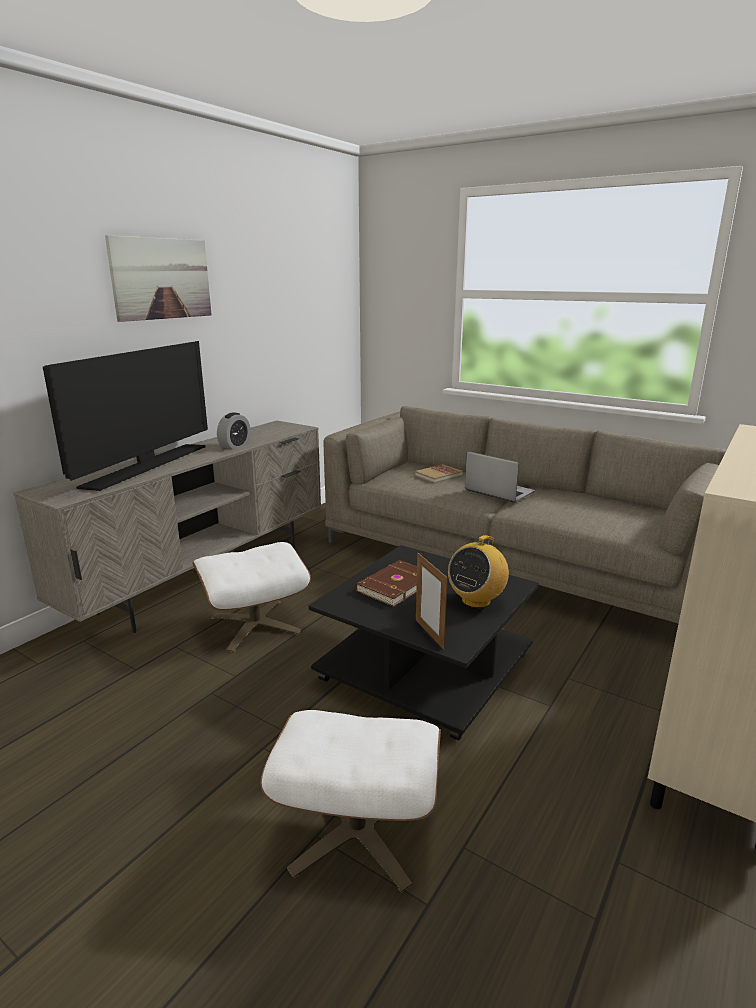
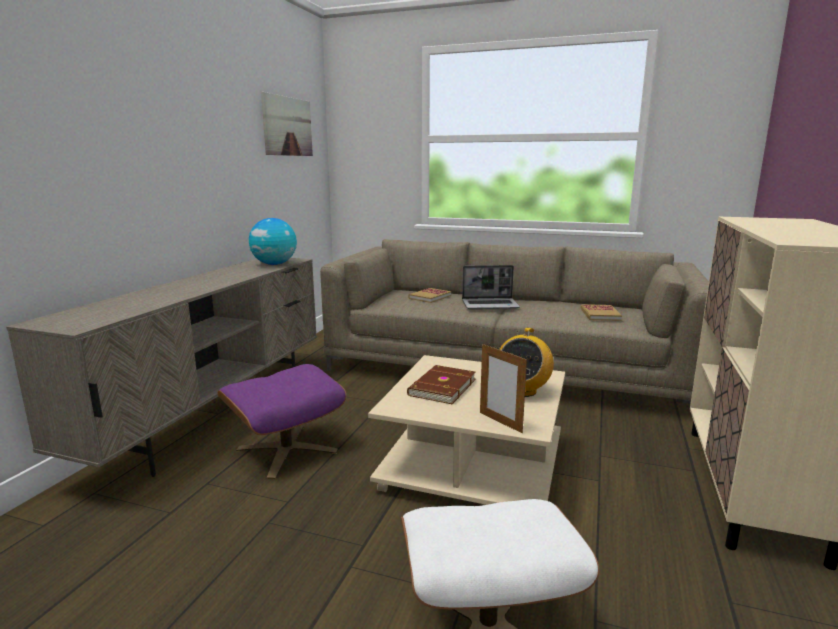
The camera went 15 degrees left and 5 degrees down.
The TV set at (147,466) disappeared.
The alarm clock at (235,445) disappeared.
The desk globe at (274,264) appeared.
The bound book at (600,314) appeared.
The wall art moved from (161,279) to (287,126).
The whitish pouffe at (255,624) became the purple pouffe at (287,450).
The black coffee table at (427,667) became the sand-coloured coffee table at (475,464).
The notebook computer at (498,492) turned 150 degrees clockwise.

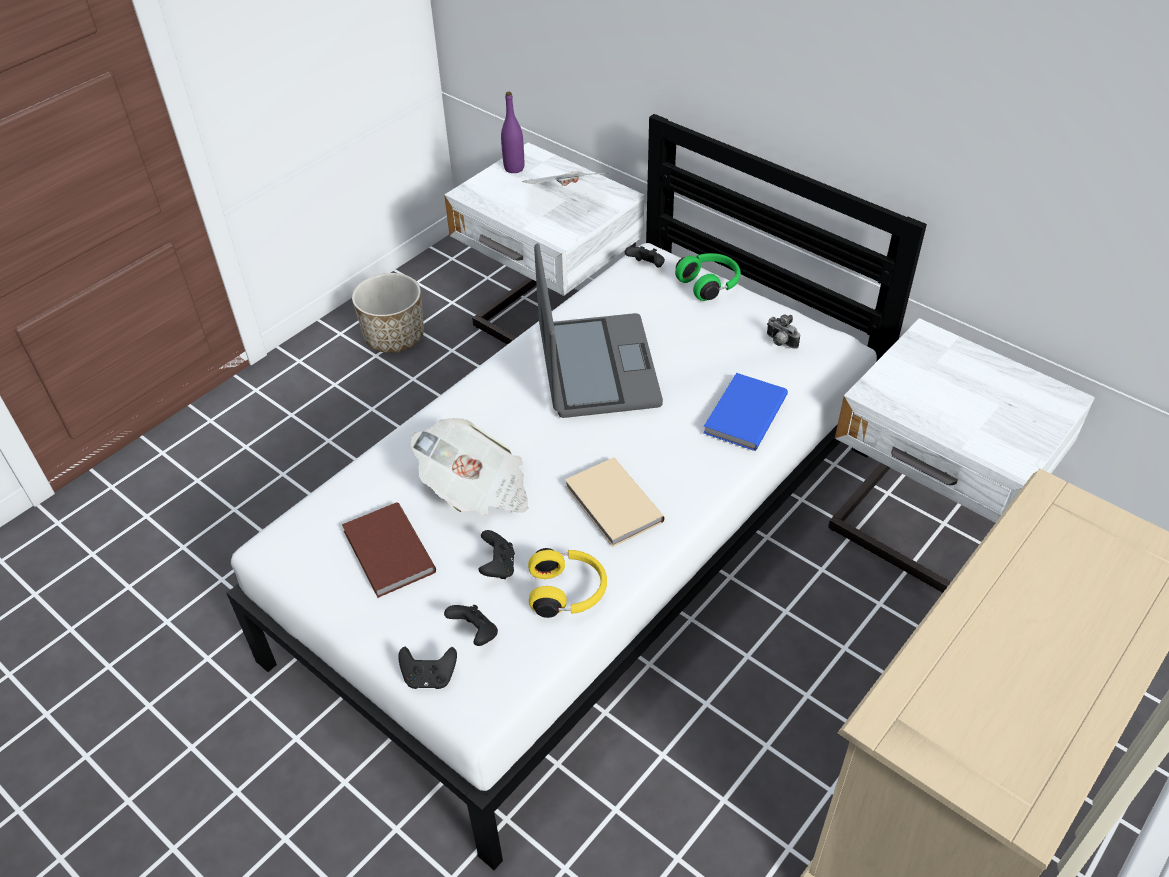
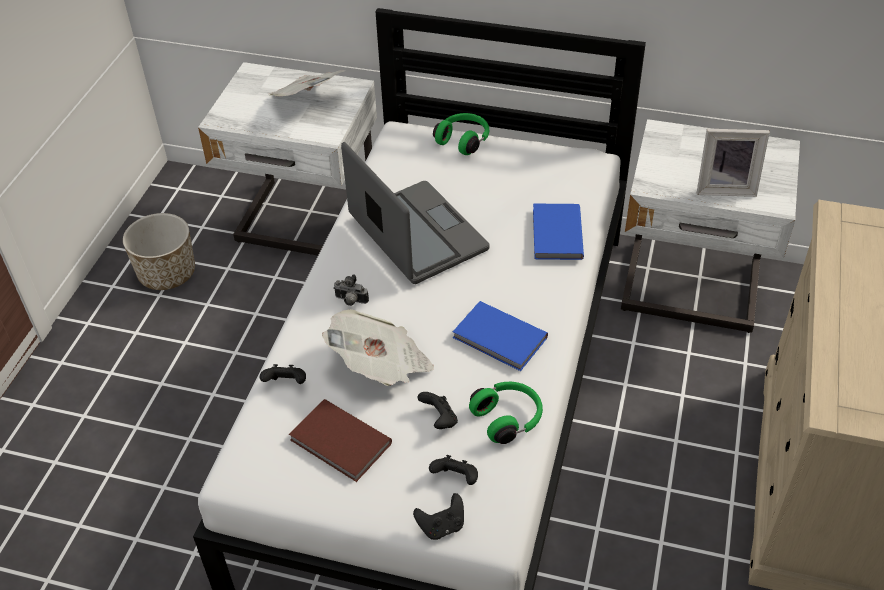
The camera went 25 degrees left and 0 degrees up.
The purple beverage bottle at (514,168) disappeared.
The picture frame at (725,187) appeared.
The black joypad moved from (646,267) to (286,384).
The still camera moved from (780,342) to (350,301).
The yellow headphones at (568,592) became the green-coloured headphones at (508,418).
The sand-coloured bound book at (612,505) became the blue-coloured bound book at (499,339).

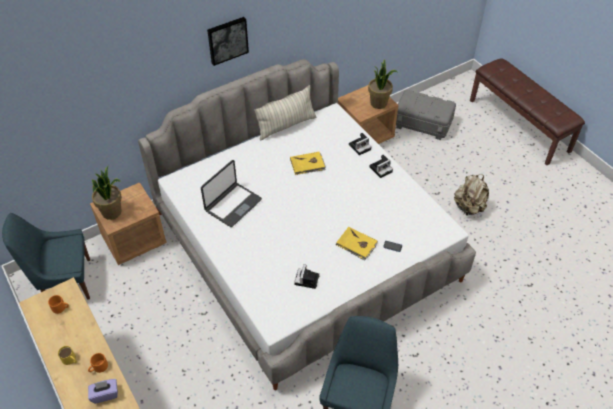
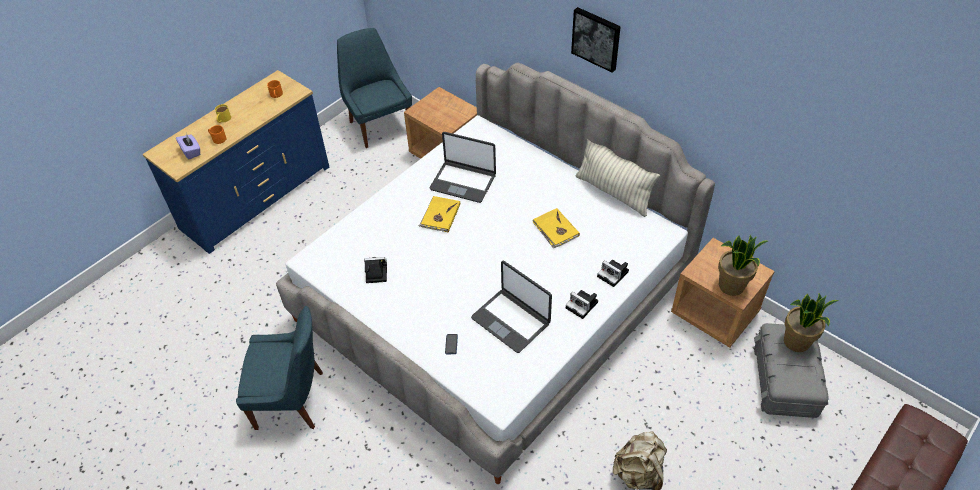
The camera went 75 degrees right and 0 degrees up.
The notebook computer at (511,320) appeared.
The potted plant moved from (112,212) to (796,342).
The yellow bound book moved from (356,244) to (440,216).

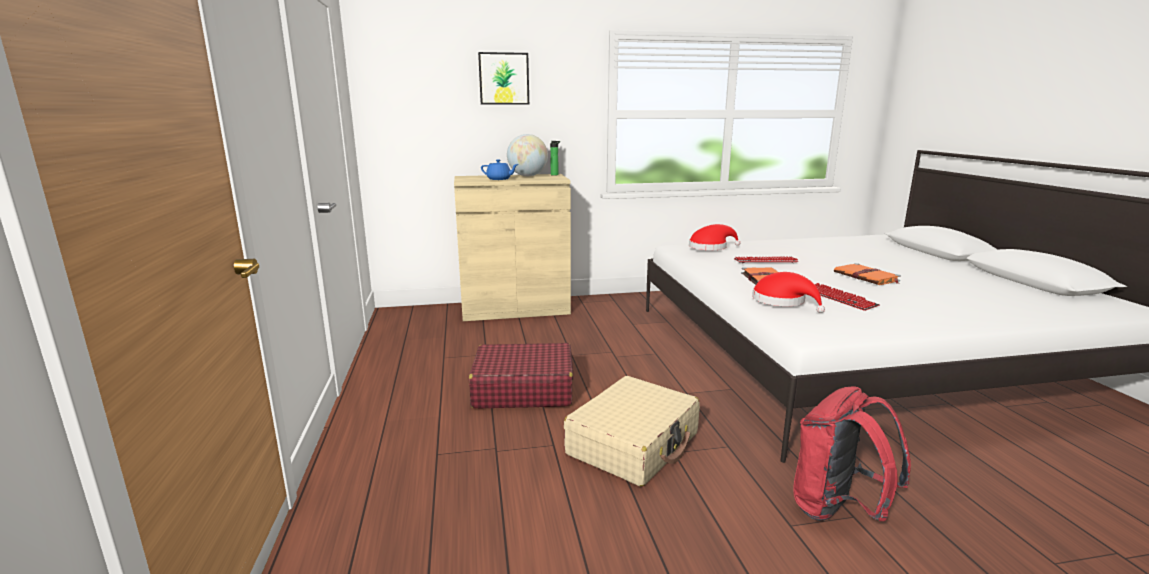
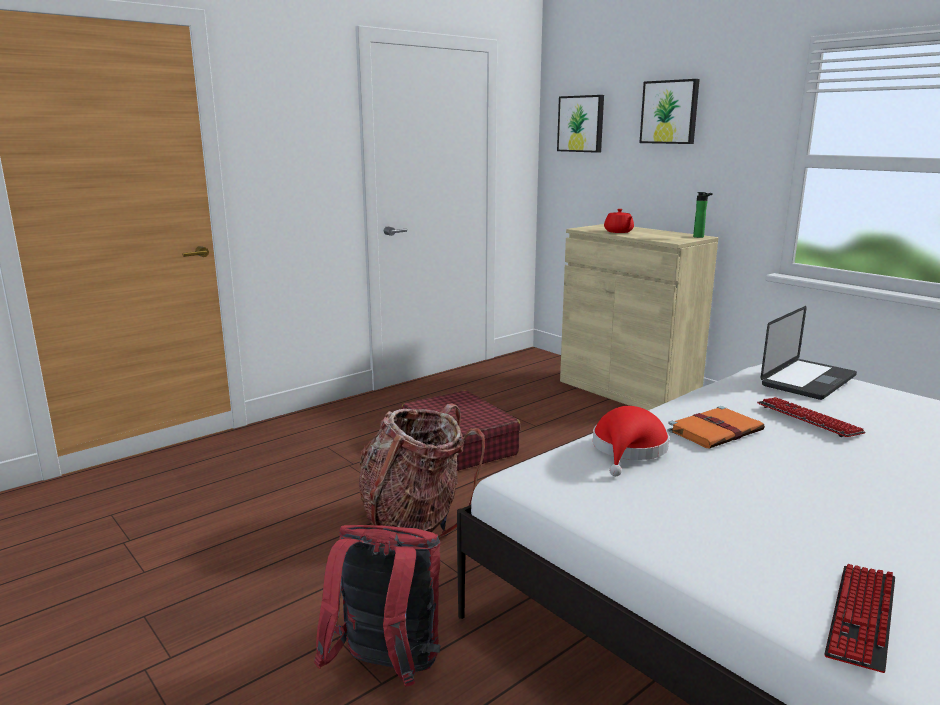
The camera went 60 degrees right and 0 degrees up.
The desk globe at (527,176) disappeared.
The orangey bound book at (867,277) disappeared.
The wall art at (581,124) appeared.
The keyboard moved from (839,298) to (861,617).
The sand-coloured suitcase at (633,444) was replaced by the knapsack at (414,520).
The red-coloured wearable hat at (710,247) was replaced by the notebook computer at (808,380).
The blue-coloured pot for tea at (499,179) became the red-coloured pot for tea at (618,232).

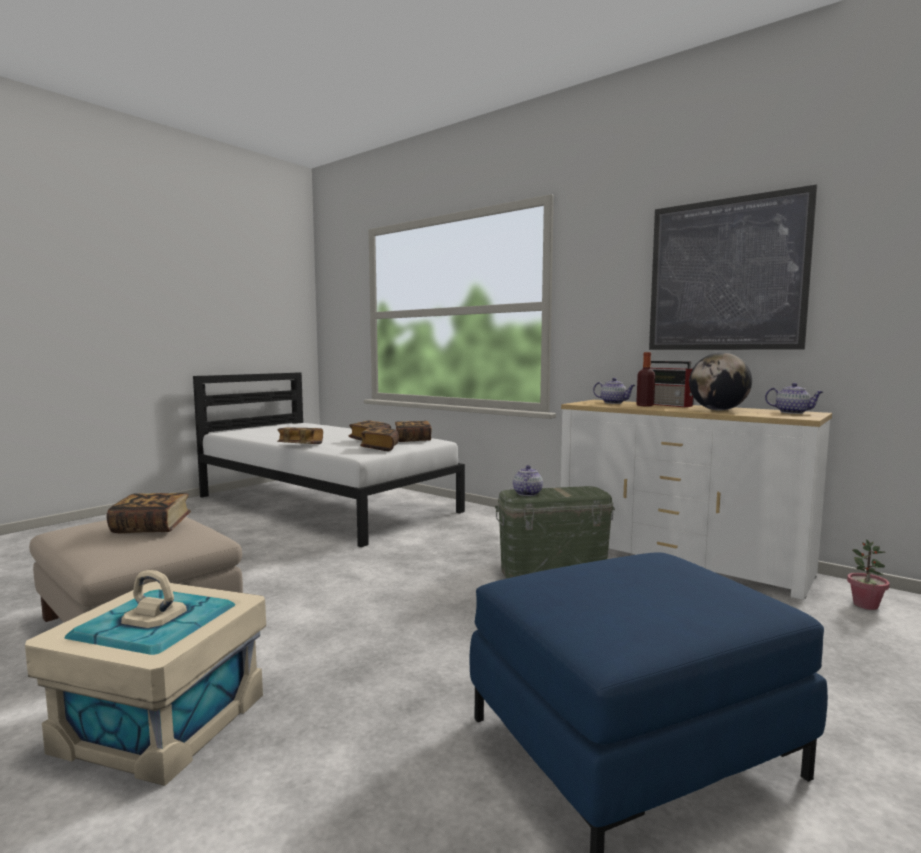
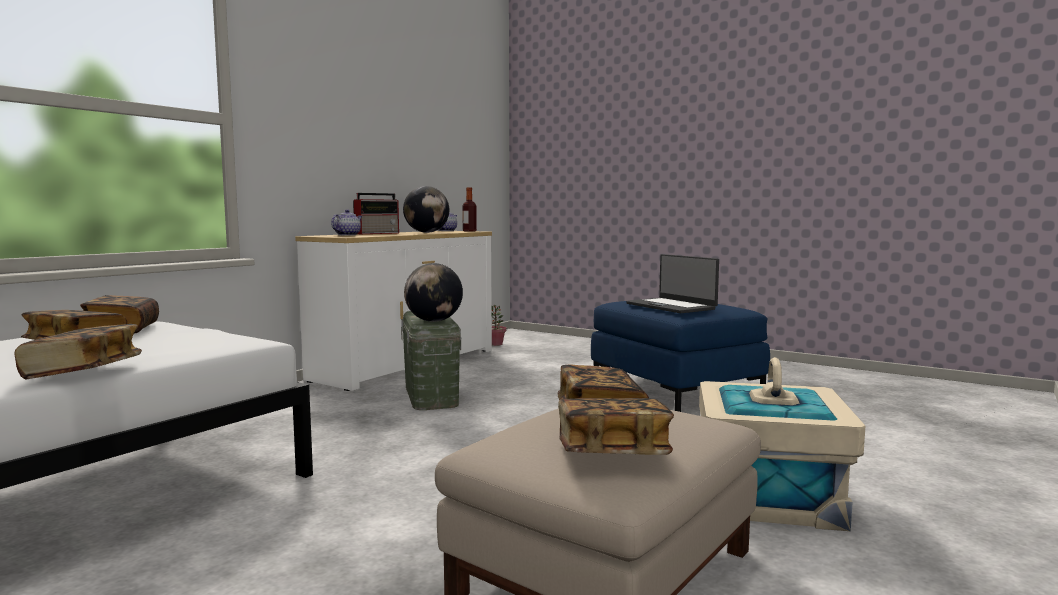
The camera went 95 degrees left and 0 degrees up.
The wall art at (725,275) disappeared.
The notebook computer at (671,306) appeared.
The bound book moved from (380,448) to (612,452).
The beverage bottle moved from (645,405) to (469,231).
The pot for tea at (527,493) was replaced by the desk globe at (434,321).

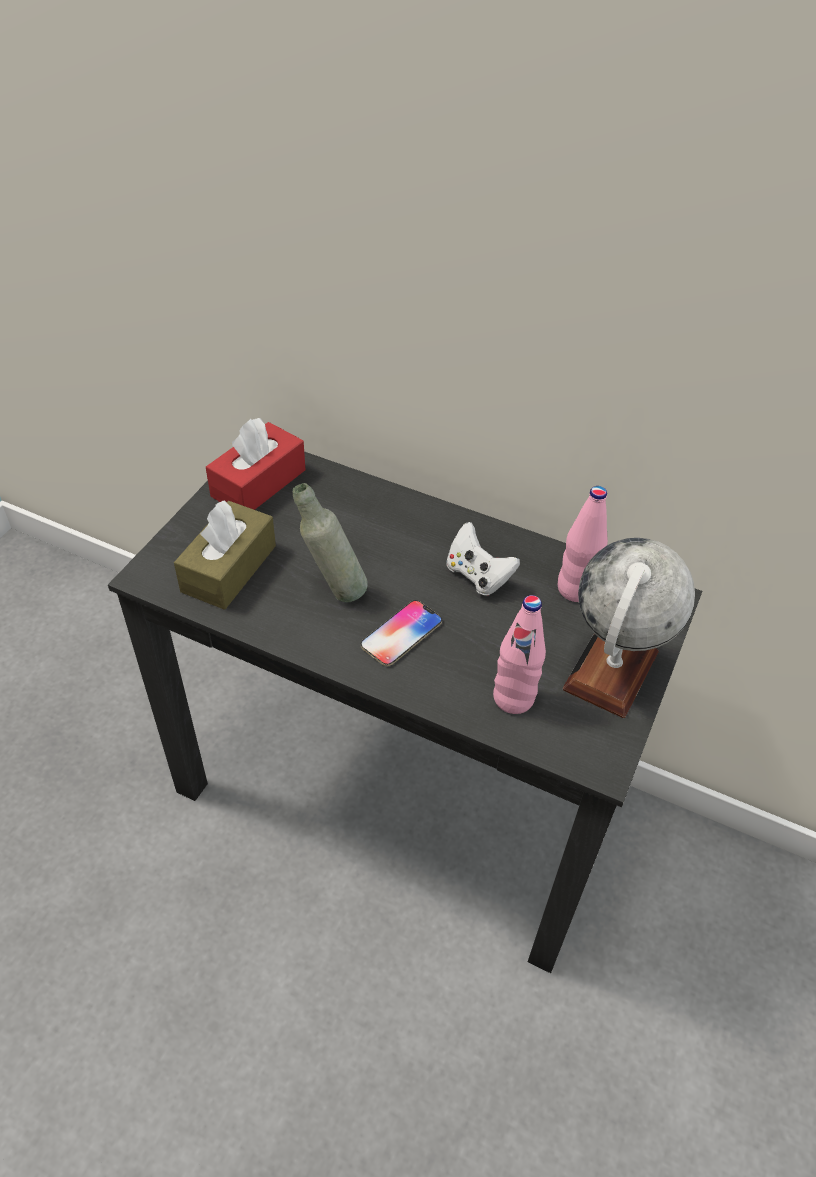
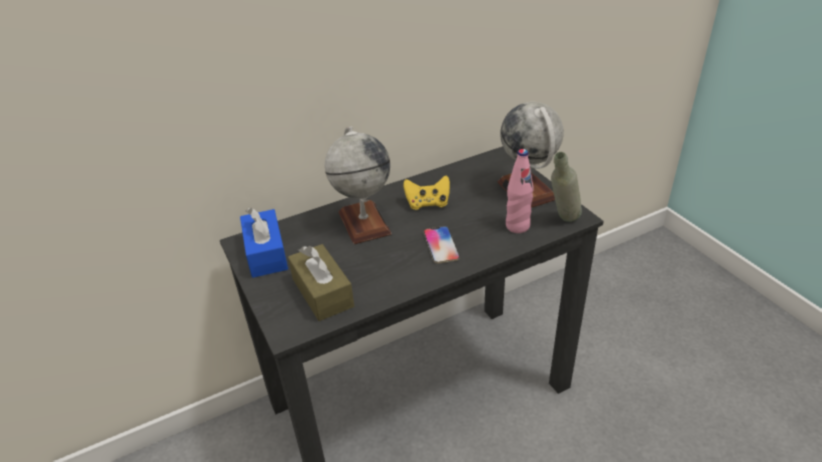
The camera went 50 degrees left and 10 degrees down.
The pinkish beverage bottle at (575,589) disappeared.
The desk globe at (364,223) appeared.
The greyish beverage bottle moved from (333,591) to (562,222).
The red-coloured tissue box at (258,483) became the blue-coloured tissue box at (266,253).
The whitish joypad at (477,575) became the yellow joypad at (427,203).

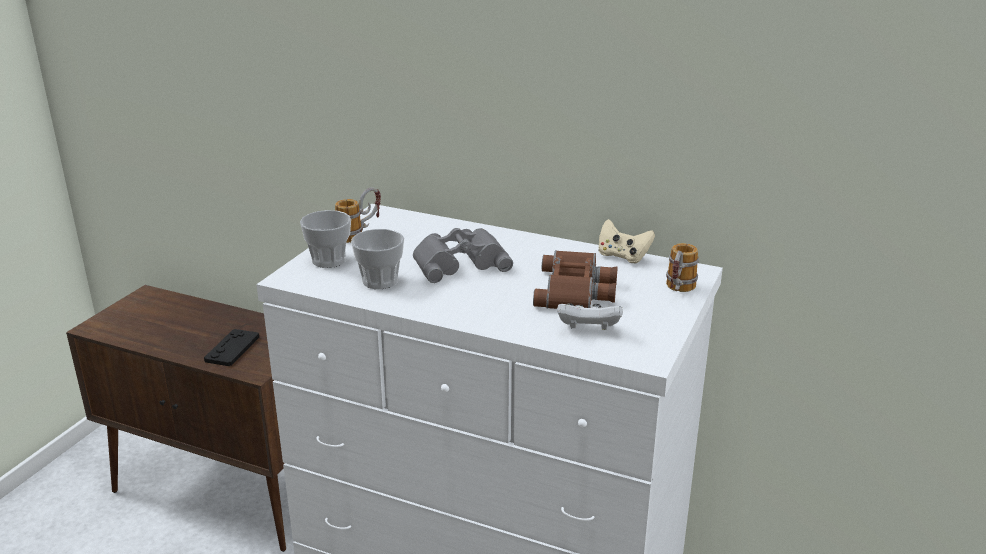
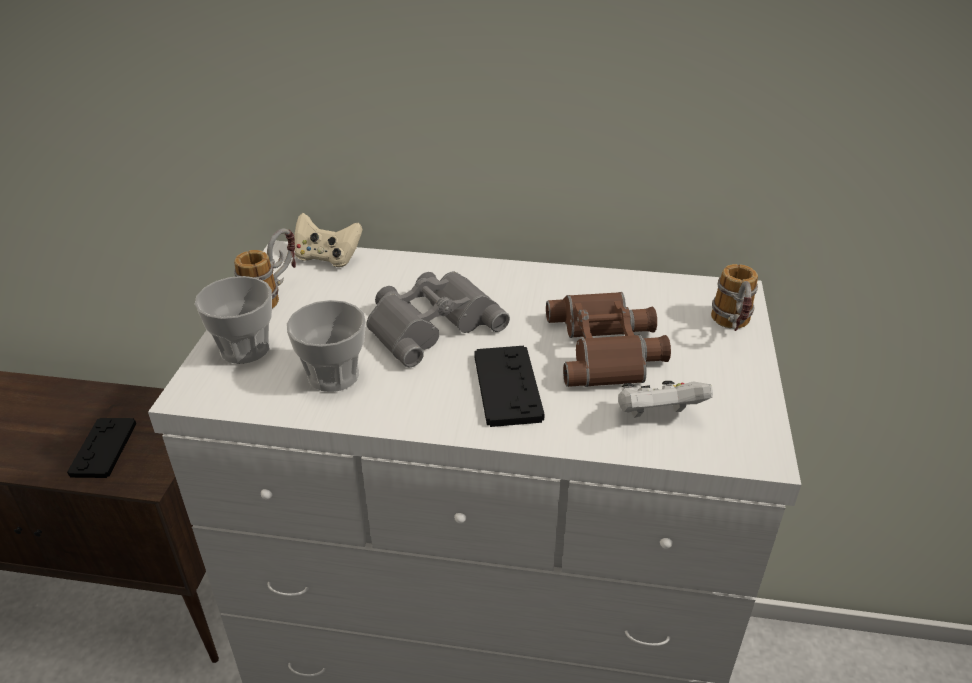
The camera went 15 degrees left and 10 degrees up.
The black joypad at (507,387) appeared.
The sand-coloured joypad moved from (623,256) to (327,258).

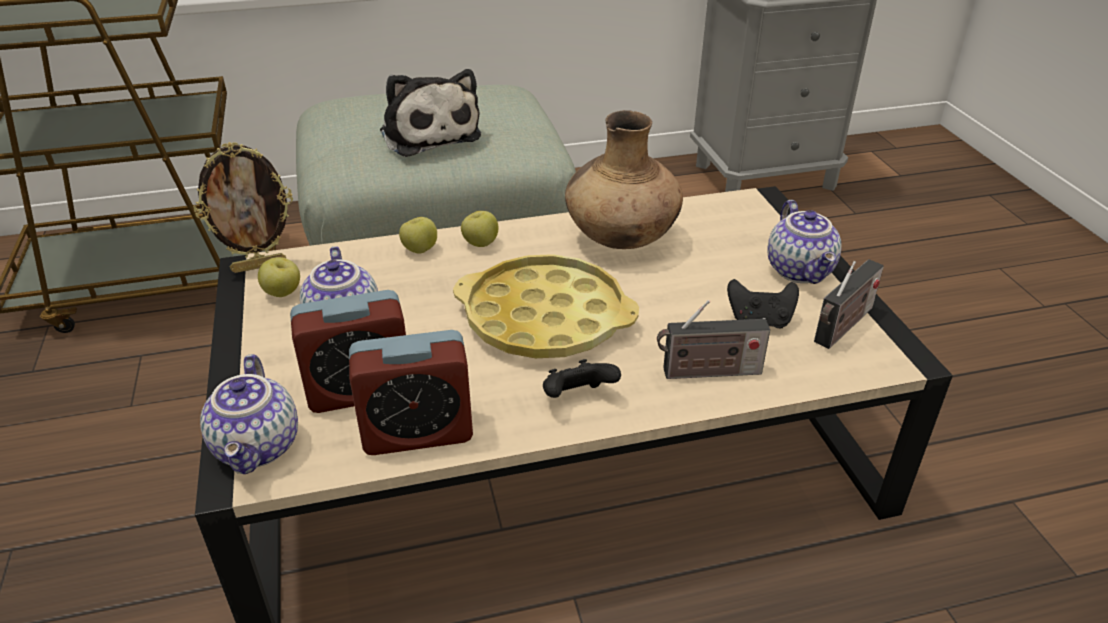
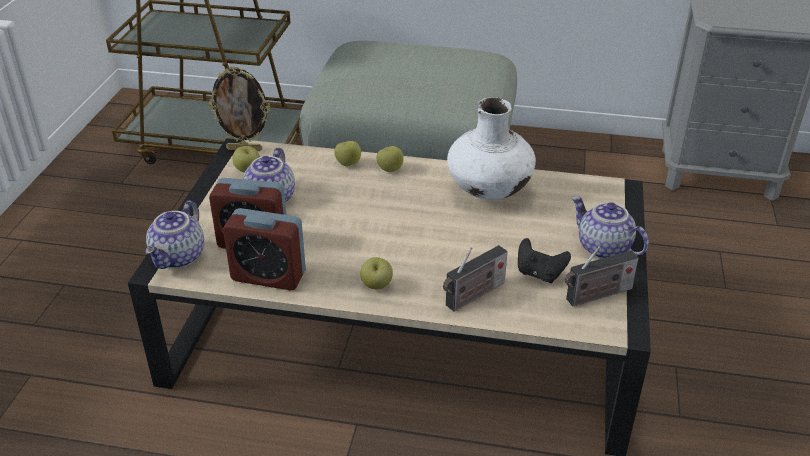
The camera went 25 degrees right and 0 degrees up.
The plush toy at (429,134) disappeared.
The yellow tray at (545,318) disappeared.
The black joypad at (577,398) was replaced by the whole apple at (376,286).
The brown-coloured flower vase at (621,239) became the whitish flower vase at (489,191).
The radio receiver at (707,372) turned 60 degrees counterclockwise.
The pot for tea at (801,271) turned 120 degrees clockwise.

